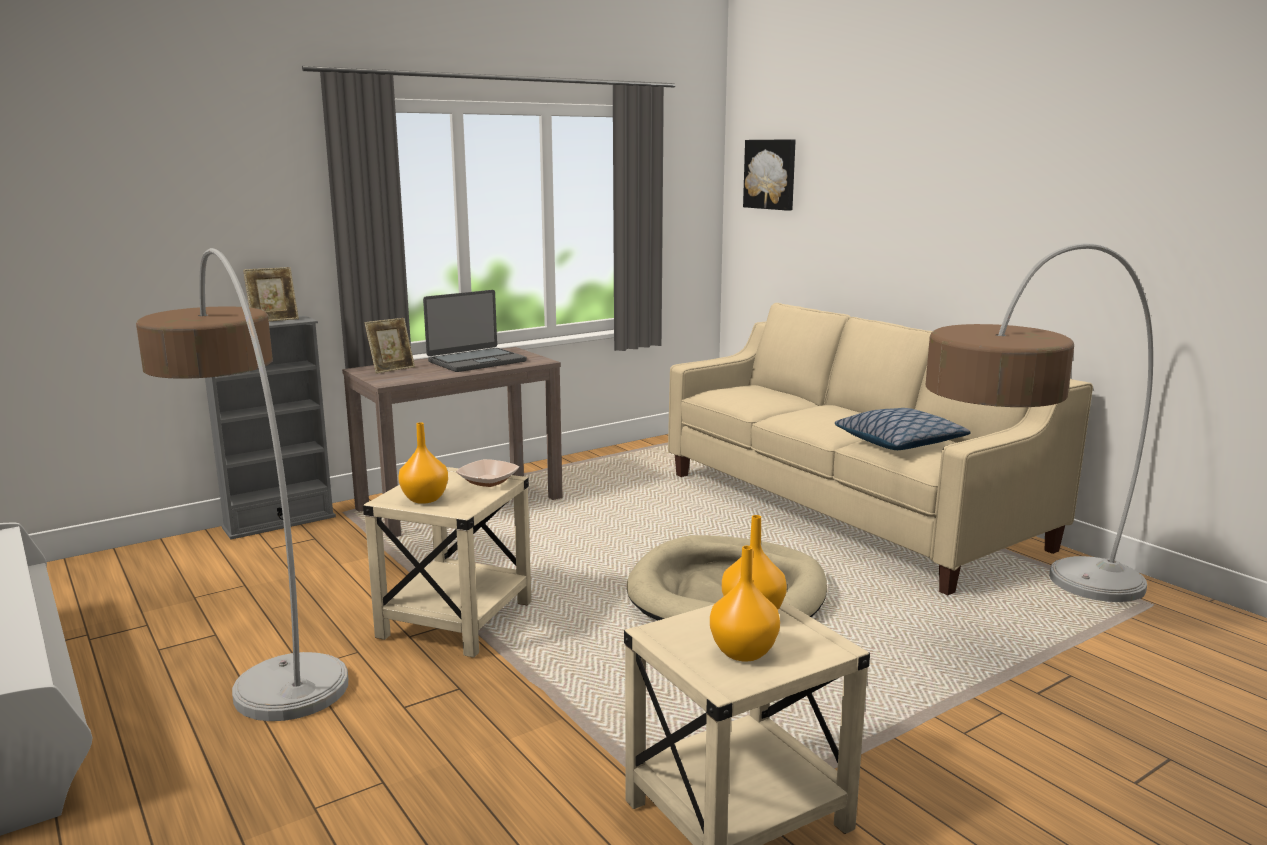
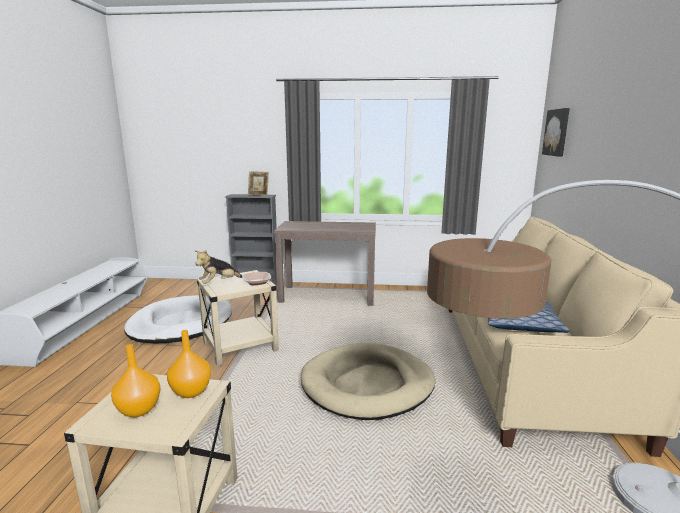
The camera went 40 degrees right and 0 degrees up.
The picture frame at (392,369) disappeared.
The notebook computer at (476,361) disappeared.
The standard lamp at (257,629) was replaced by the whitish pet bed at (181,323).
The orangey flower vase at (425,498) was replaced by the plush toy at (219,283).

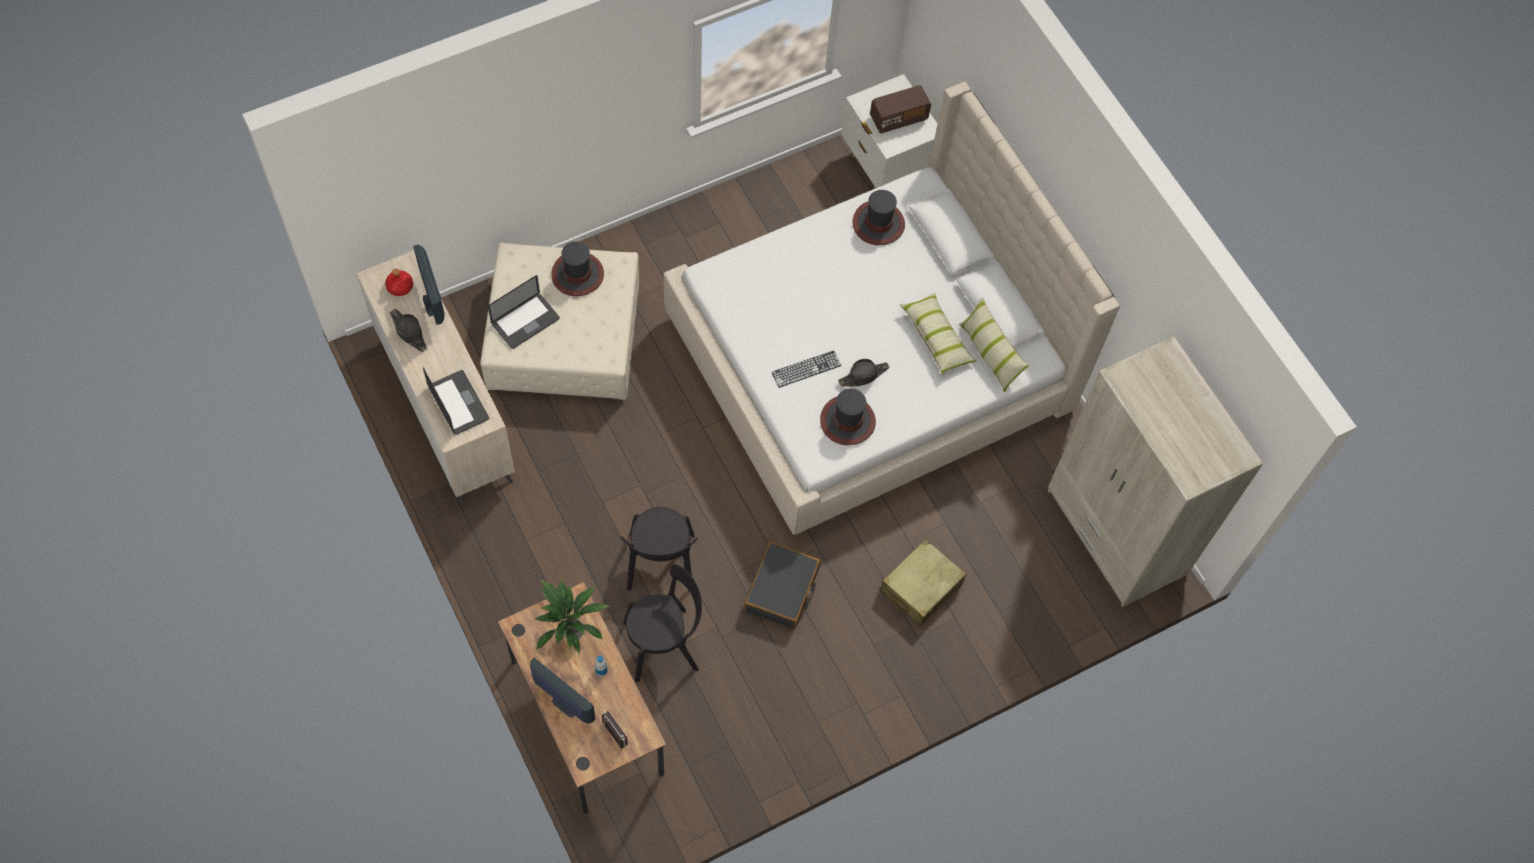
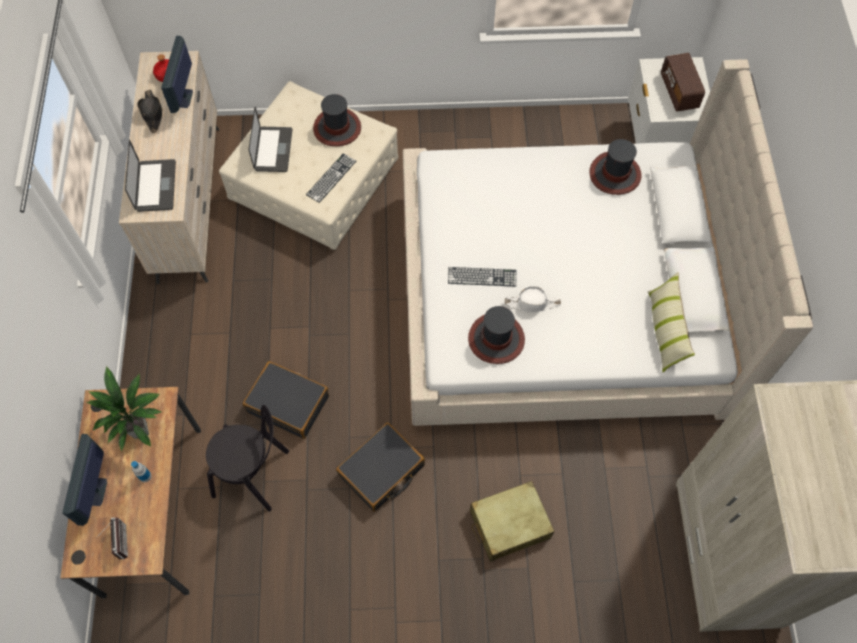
The camera went 30 degrees right and 0 degrees up.
The pillow at (936,338) disappeared.
The keyboard at (331,178) appeared.
The black chair at (660,566) was replaced by the black suitcase at (288,403).
The black wearable hat at (863,376) became the whitish wearable hat at (532,303).
The notebook computer at (525,321) turned 75 degrees counterclockwise.
The computer screen at (565,703) turned 150 degrees counterclockwise.
The radio receiver at (898,118) turned 75 degrees clockwise.

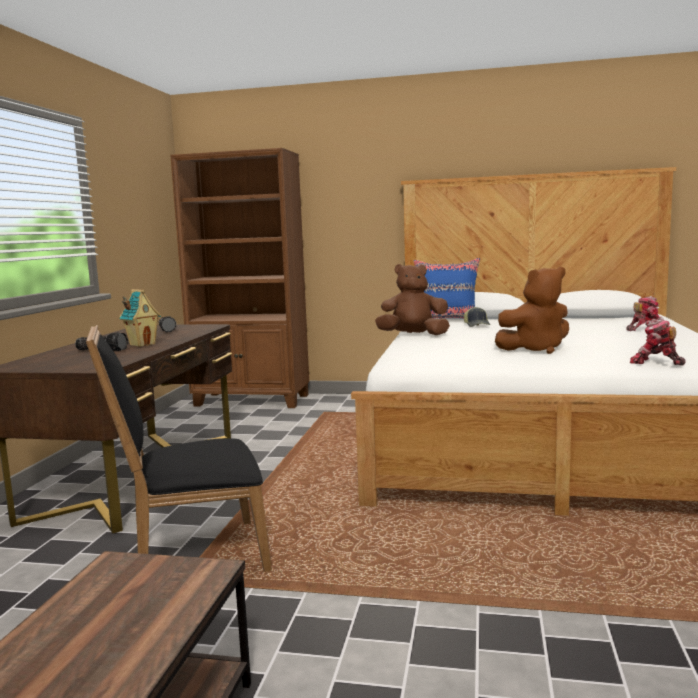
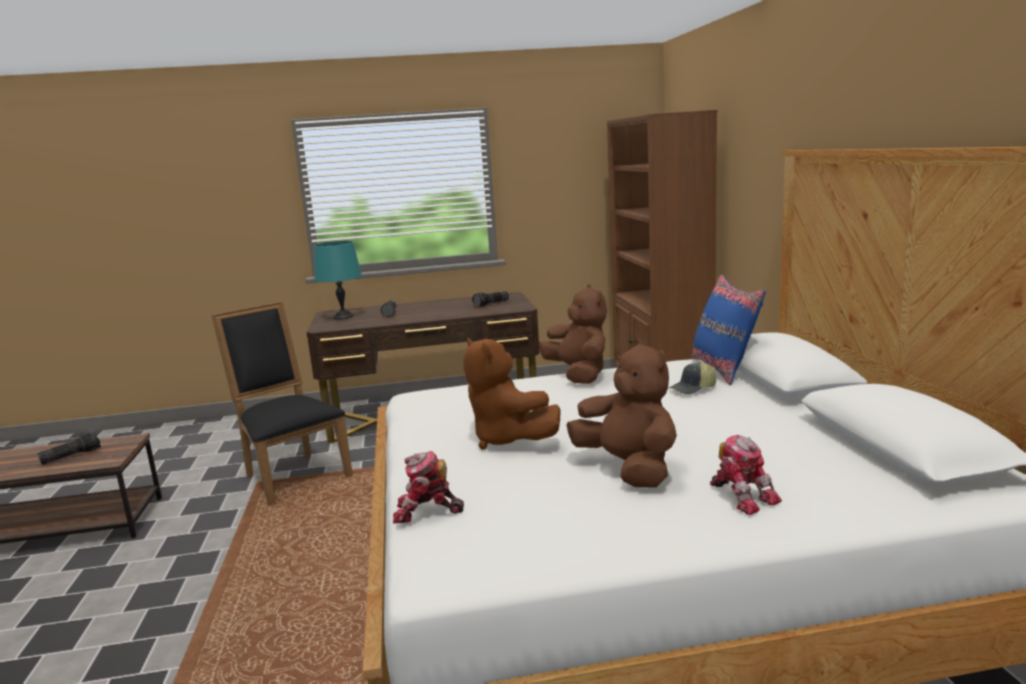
The camera went 70 degrees right and 5 degrees up.
The toy house at (142,344) disappeared.
The torch at (71,456) appeared.
The blue-green tabletop lamp at (343,317) appeared.
The brown-coloured plush toy at (628,469) appeared.
The robot figure at (655,362) turned 105 degrees counterclockwise.

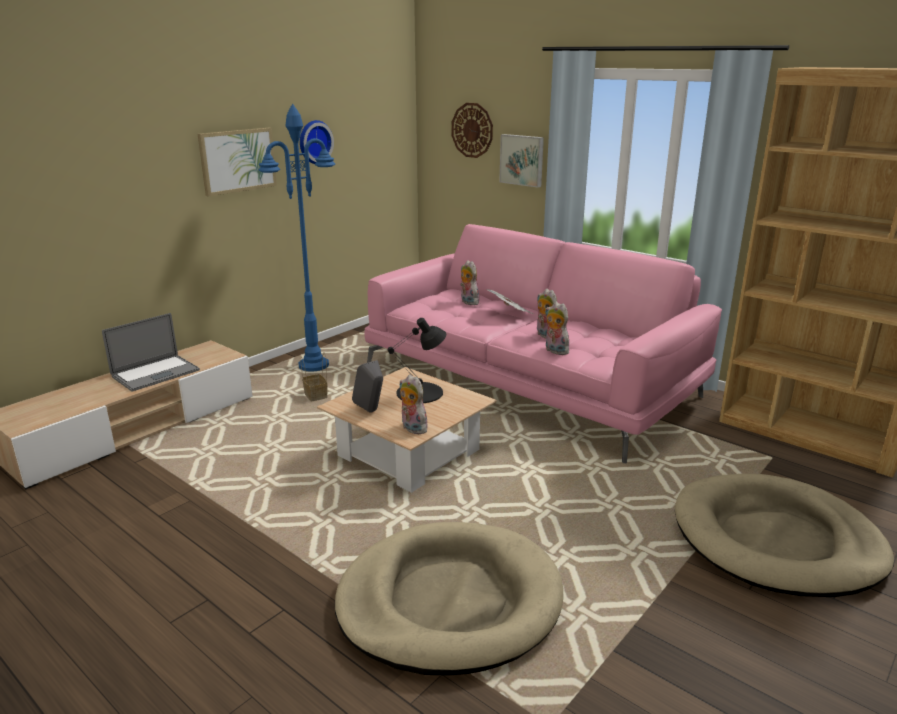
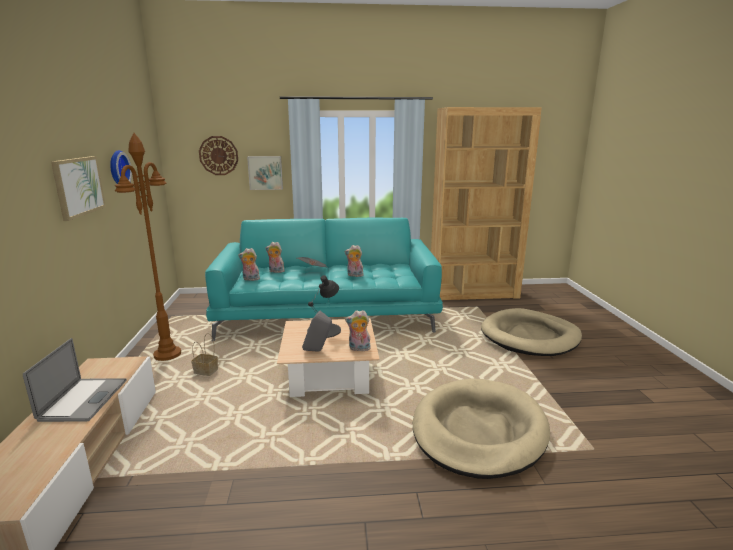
The camera went 45 degrees left and 5 degrees down.
The plush toy moved from (554,351) to (250,279).
The blue-coloured standard lamp at (314,366) became the brown-coloured standard lamp at (167,354).
The pinkish couch at (529,383) became the blue-green couch at (328,314).

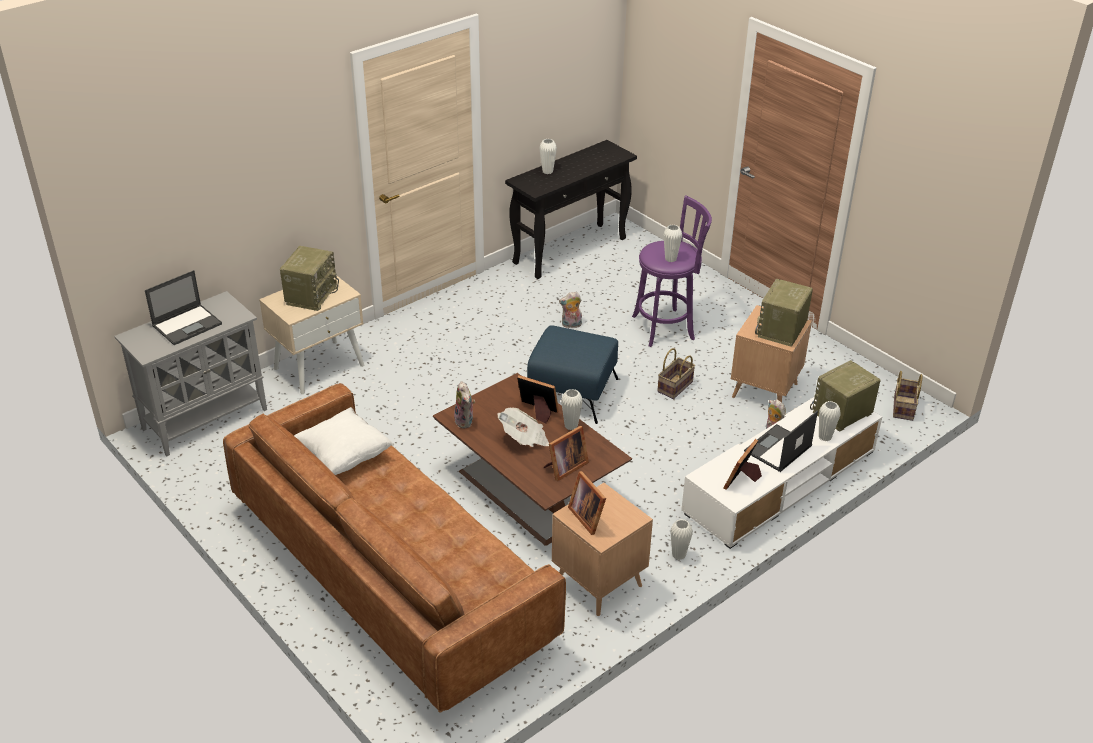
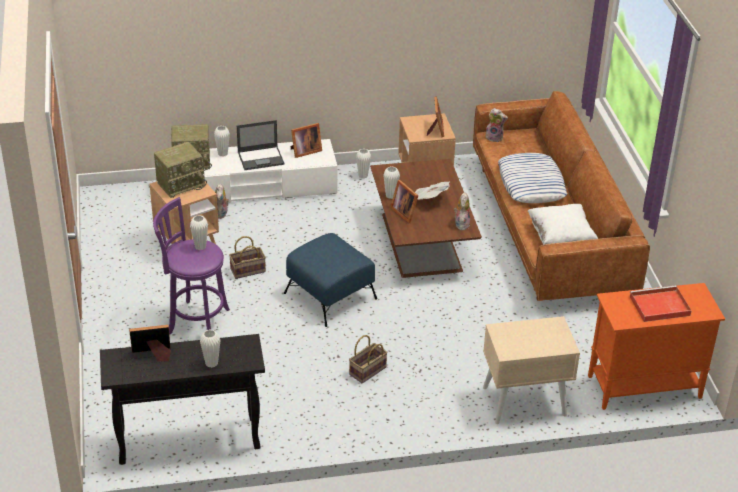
The camera went 150 degrees left and 0 degrees up.
The radio receiver at (311,295) disappeared.
The pillow at (531,184) appeared.
The picture frame moved from (564,467) to (153,354).
The plush toy moved from (571,325) to (495,137).
The storage basket moved from (902,407) to (367,371).
The notebook computer at (187,324) was replaced by the red-coloured tray at (658,306).
The greyish cupboard at (206,418) became the orangey cupboard at (643,387).

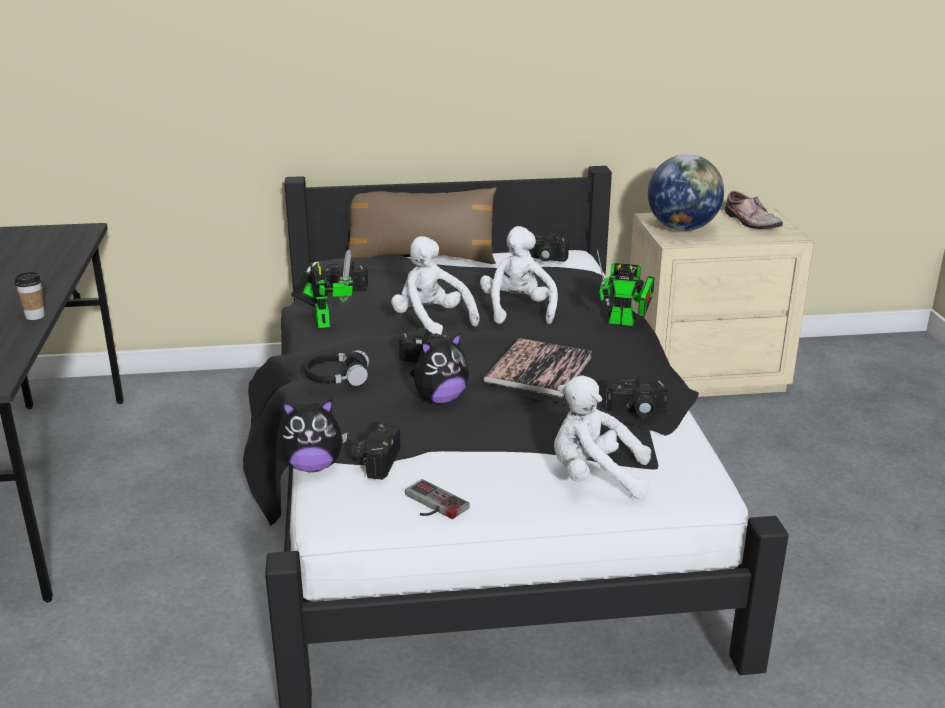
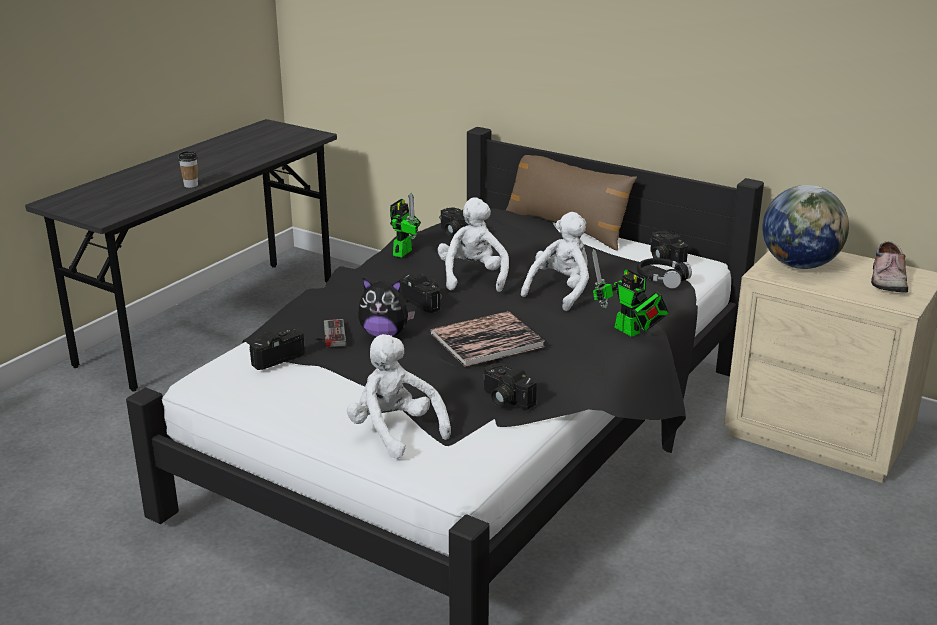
The camera went 40 degrees right and 0 degrees up.
The plush toy at (313,466) disappeared.
The black headphones moved from (337,377) to (662,278).
The joypad moved from (431,504) to (328,335).

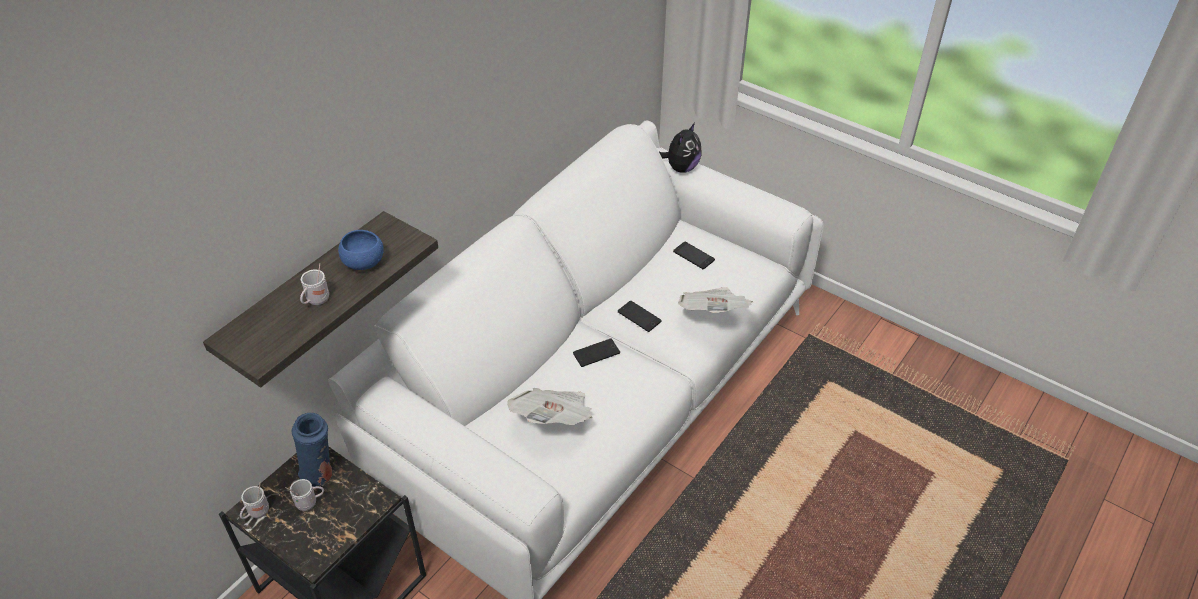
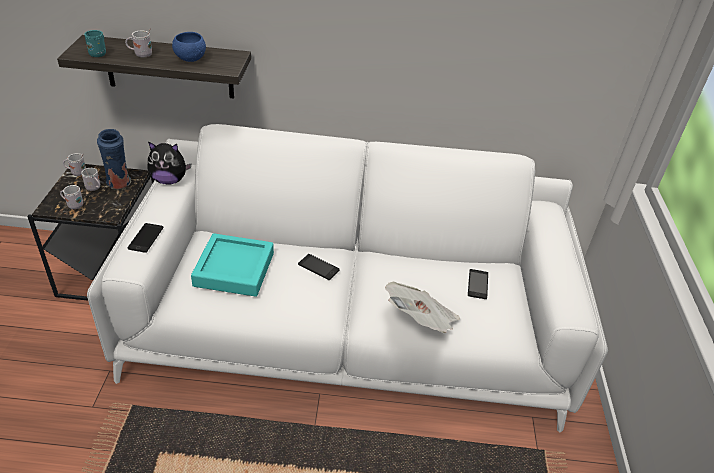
The camera went 55 degrees right and 5 degrees down.
The whitish tea mug at (73,205) appeared.
The blue-green tea mug at (99,53) appeared.
The phone moved from (639,316) to (146,238).
The plush toy moved from (681,168) to (169,180).
The newspaper at (554,420) was replaced by the blue-green tray at (234,269).

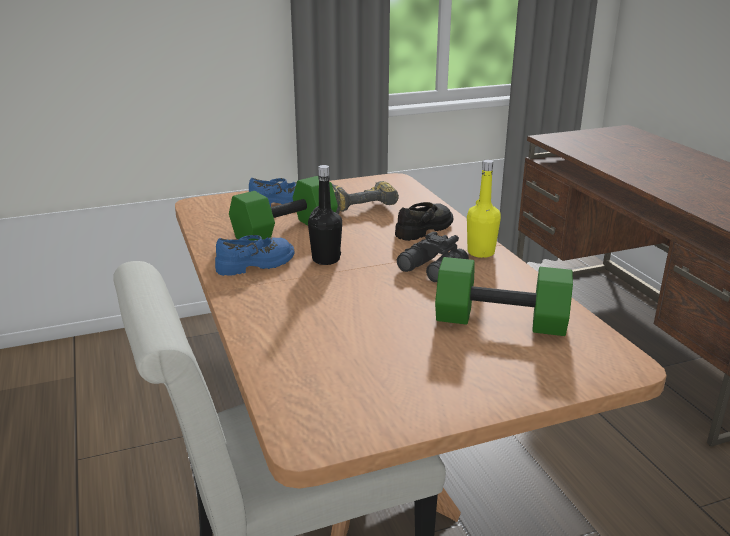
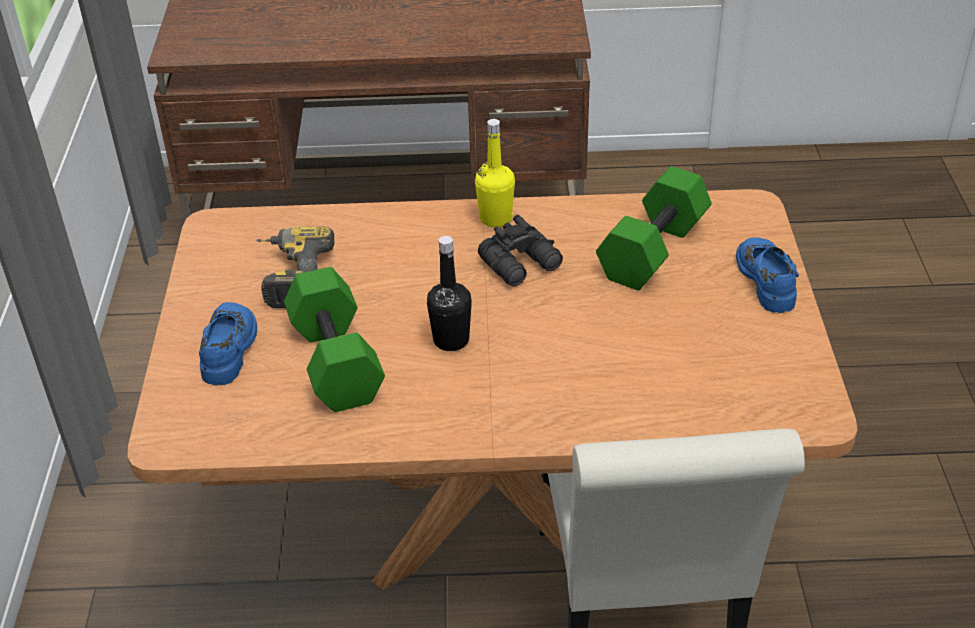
The camera went 70 degrees left and 15 degrees up.
The black item of footwear at (425,229) disappeared.
The blue-coloured item of footwear moved from (256,264) to (767,280).

